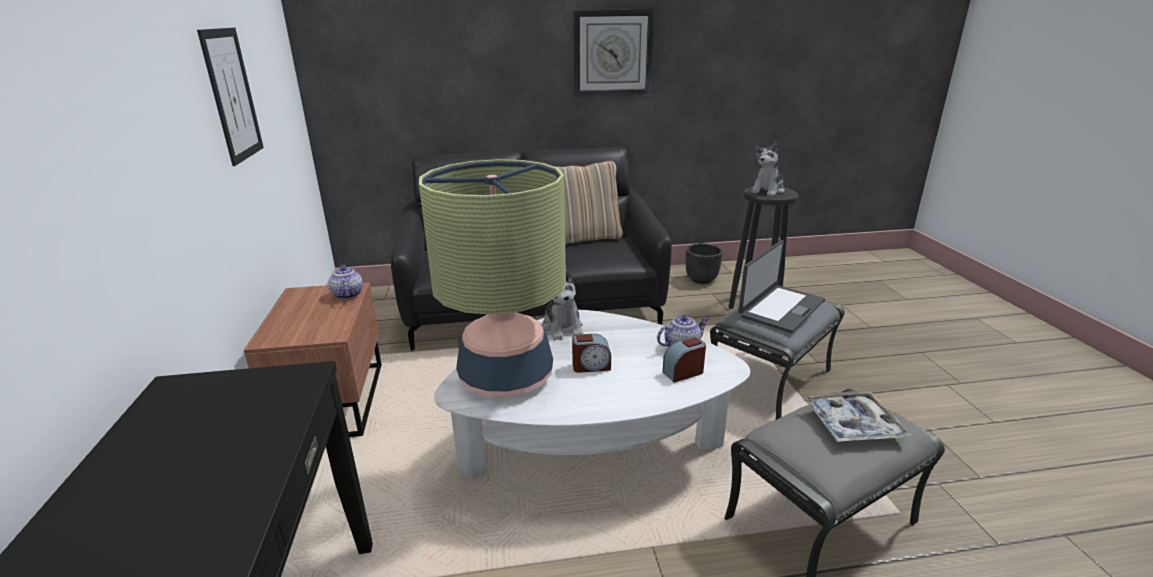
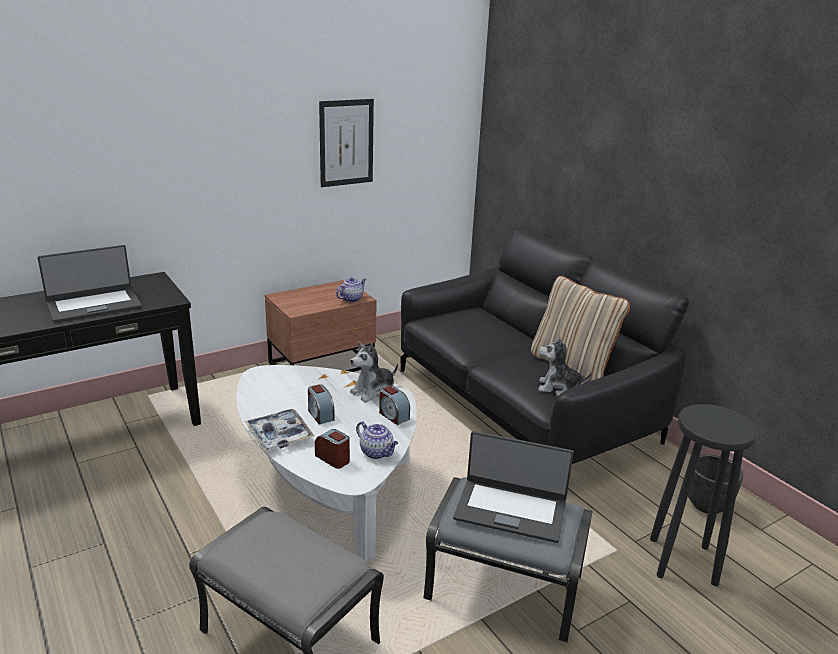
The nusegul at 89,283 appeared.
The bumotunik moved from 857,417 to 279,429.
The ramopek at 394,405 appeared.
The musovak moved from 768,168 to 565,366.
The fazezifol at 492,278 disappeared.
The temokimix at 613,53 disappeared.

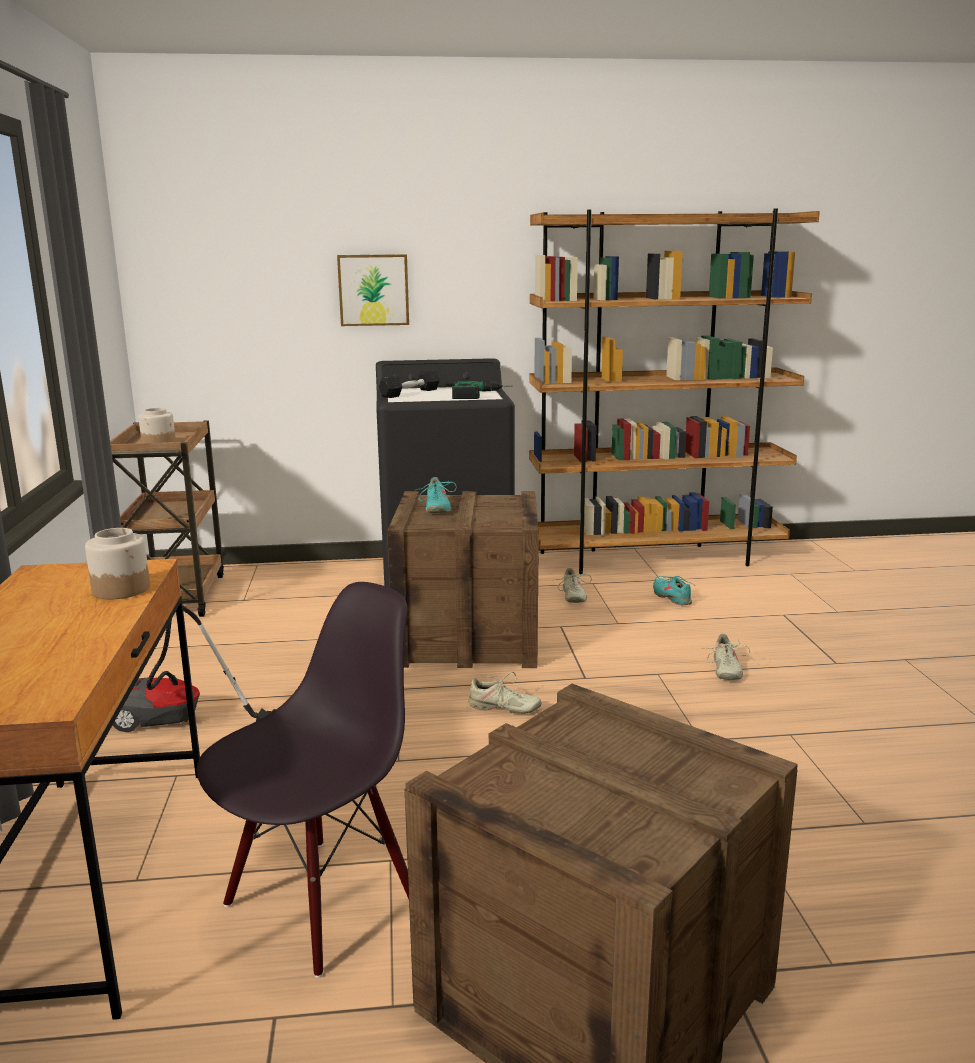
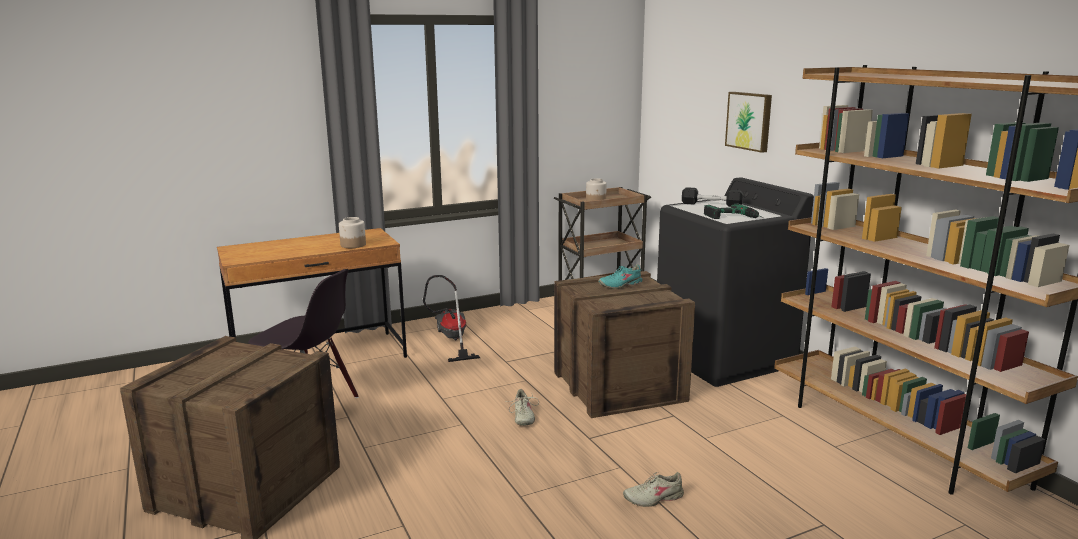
The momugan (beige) at 573,585 disappeared.
The momugan (turquoise) at 674,590 disappeared.

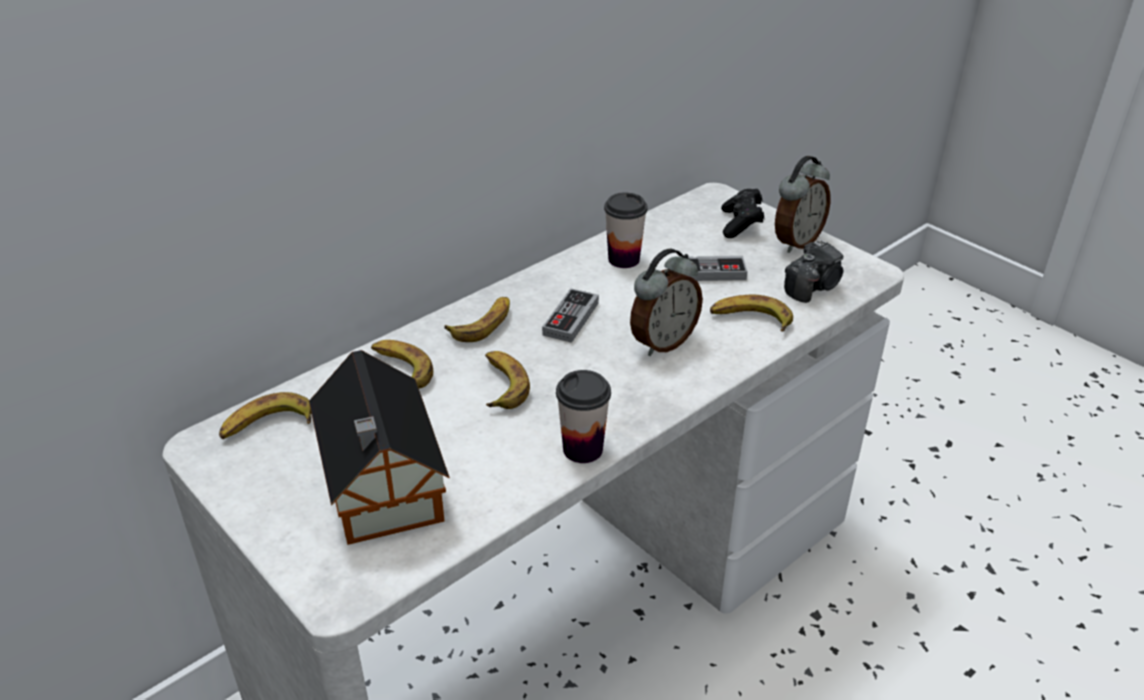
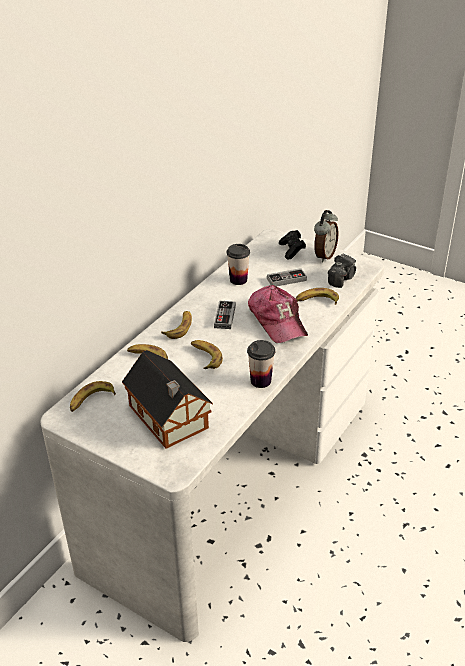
The ramopek at 666,302 was replaced by the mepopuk at 278,314.

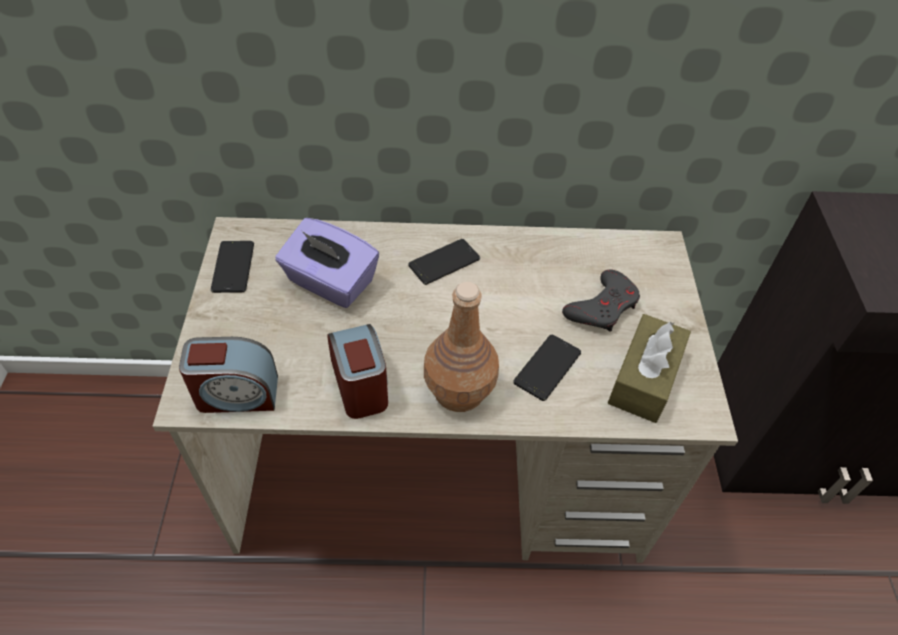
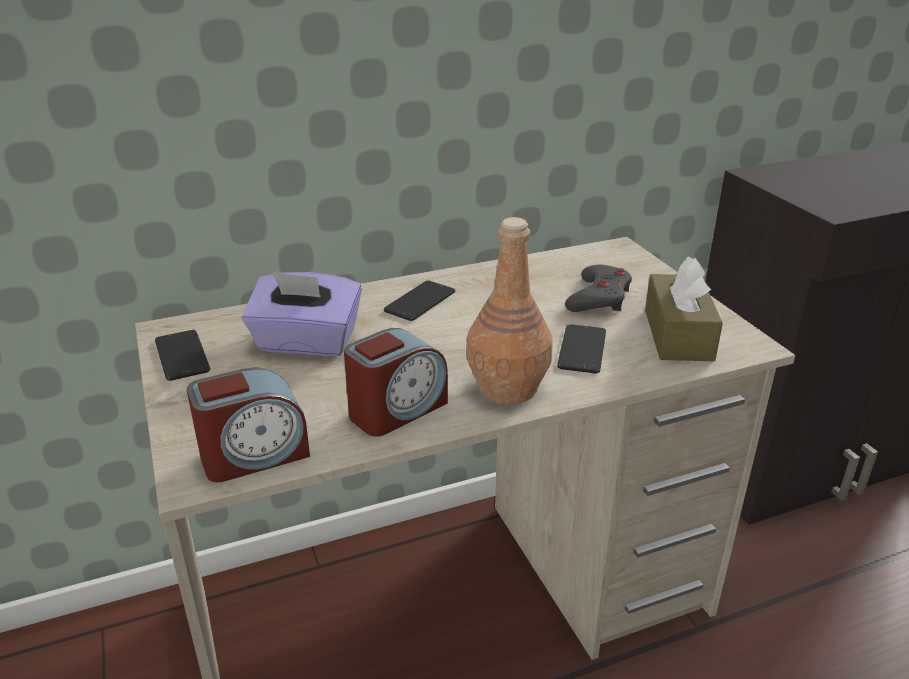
The ramopek at 357,371 turned 90 degrees clockwise.

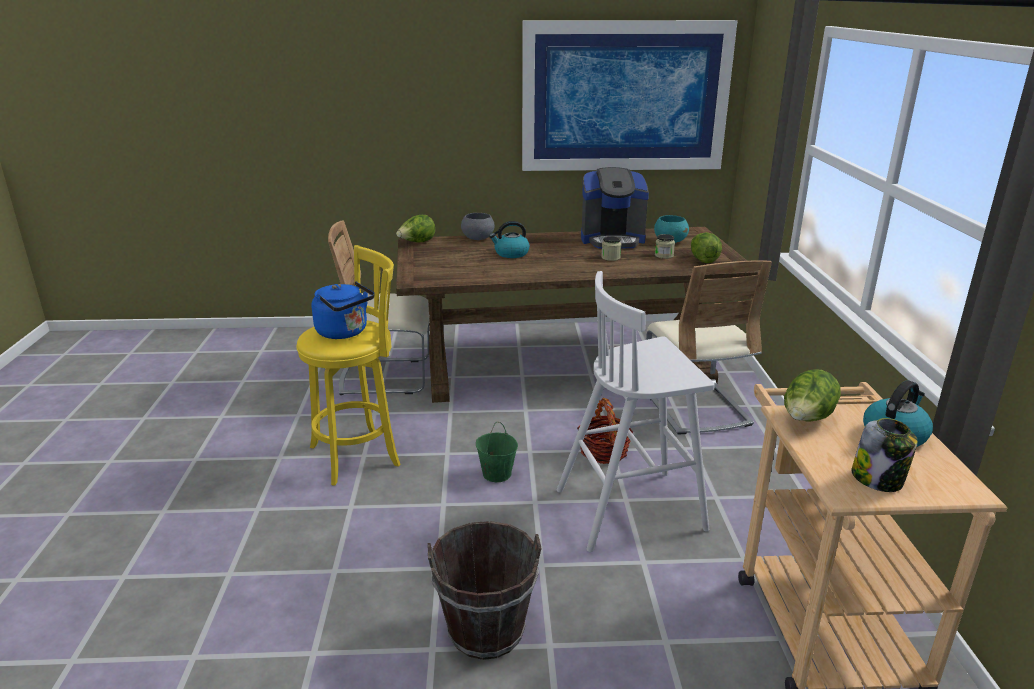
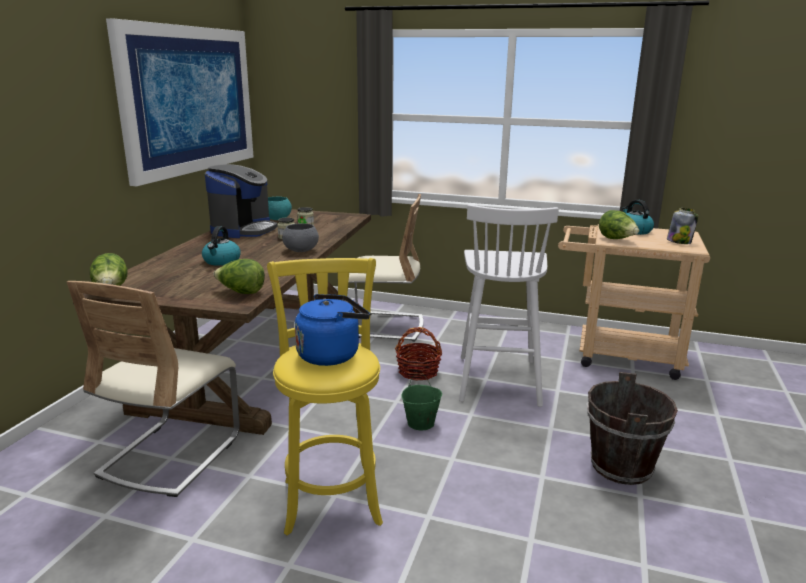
The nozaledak moved from 706,247 to 239,276.
The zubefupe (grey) moved from 478,226 to 300,237.

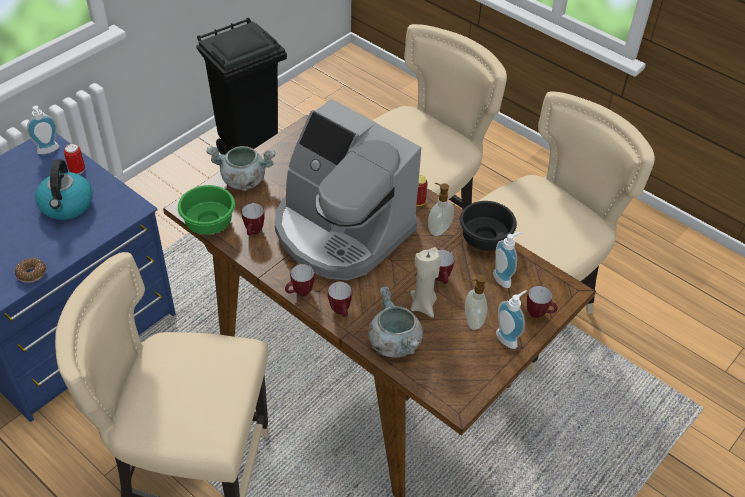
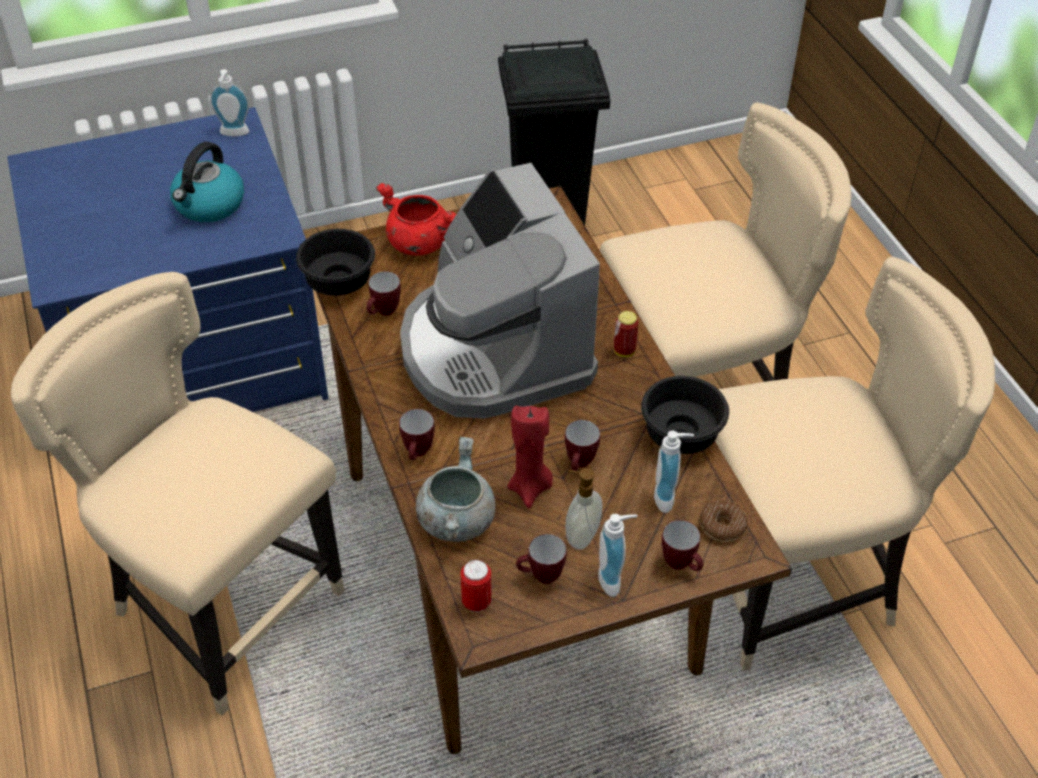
The zubefupe (green) at 206,210 became the zubefupe (black) at 335,262.
The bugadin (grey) at 240,168 became the bugadin (red) at 416,219.
The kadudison moved from 74,159 to 476,586.
The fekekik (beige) at 425,282 became the fekekik (red) at 530,457.
The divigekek moved from 300,280 to 541,559.
The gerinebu moved from 30,270 to 723,521.
The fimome at 441,209 disappeared.

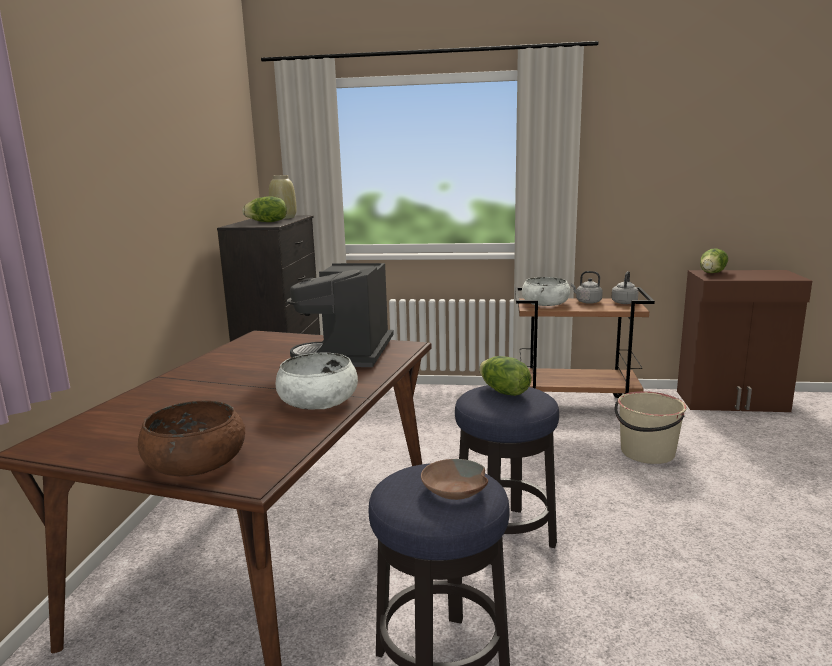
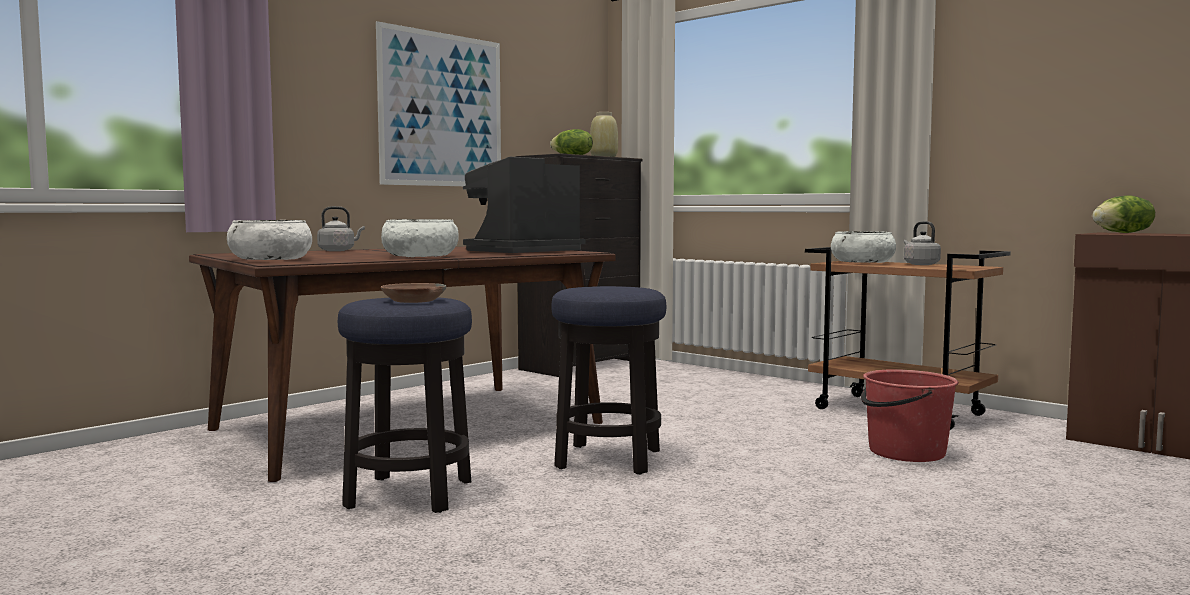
The zubefupe (brown) at 191,438 became the zubefupe (white) at 269,240.
The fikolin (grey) moved from 625,287 to 341,228.
The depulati at 438,103 appeared.
The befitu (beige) at 651,427 became the befitu (red) at 910,415.
The nozaledak at 505,376 disappeared.

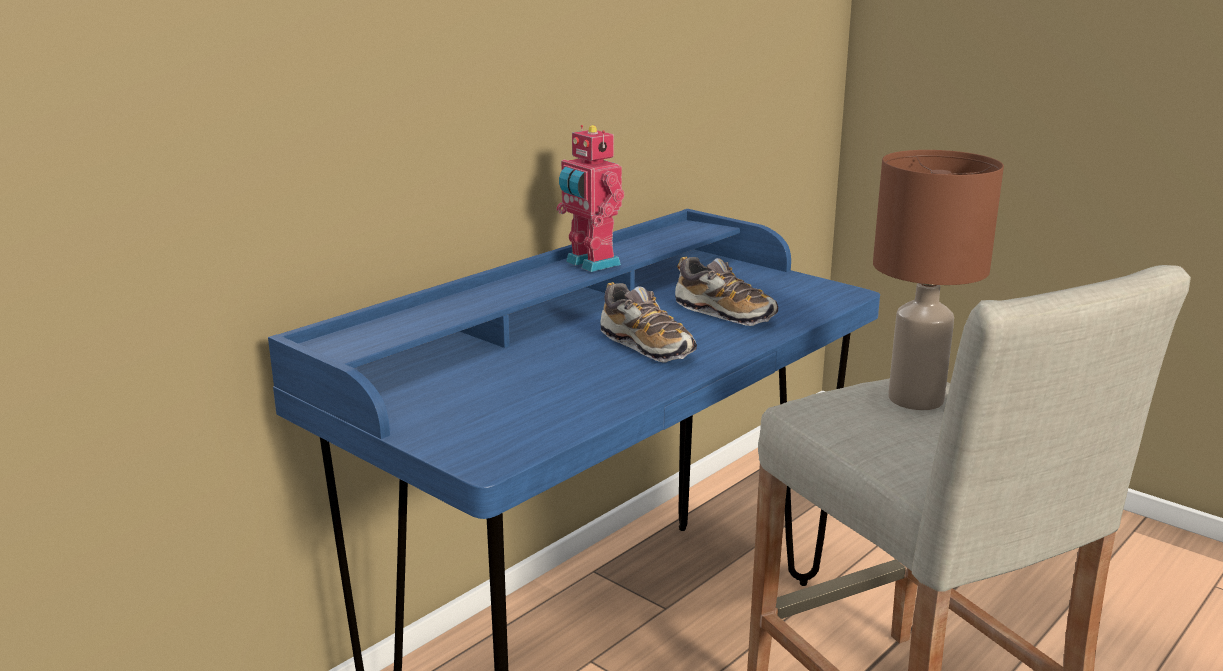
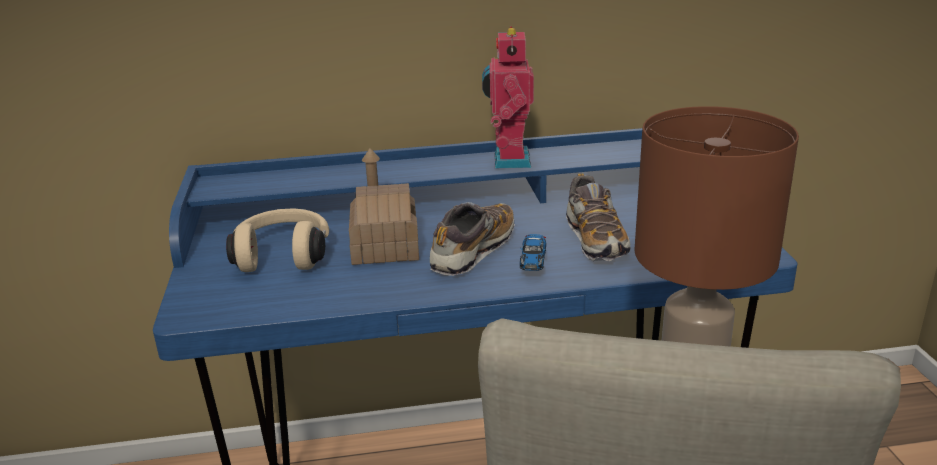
The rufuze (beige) at 277,240 appeared.
The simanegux at 384,206 appeared.
The momugan at 648,322 turned 150 degrees counterclockwise.
The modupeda at 533,252 appeared.

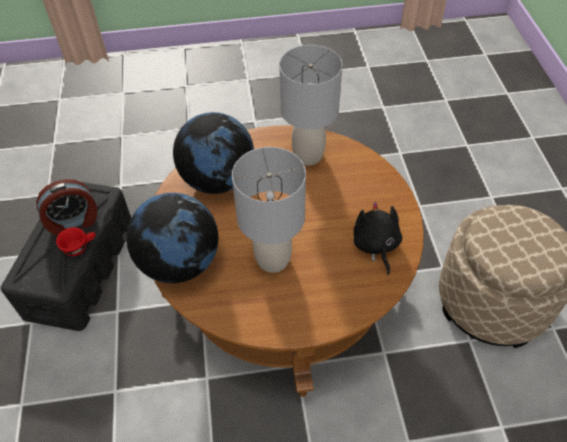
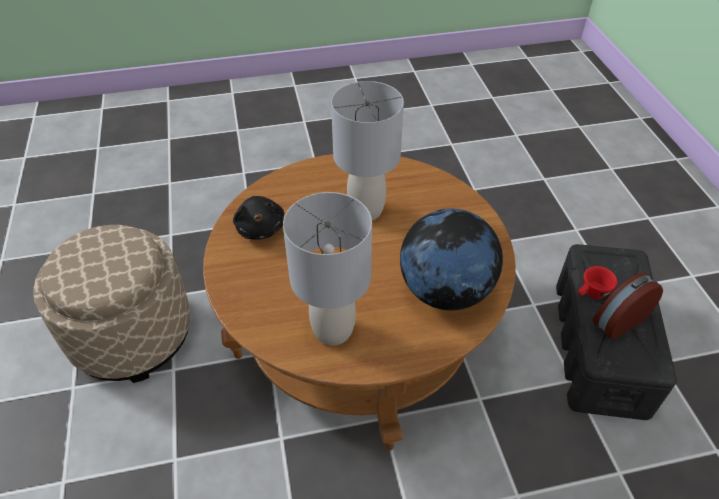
The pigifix at 172,238 disappeared.

